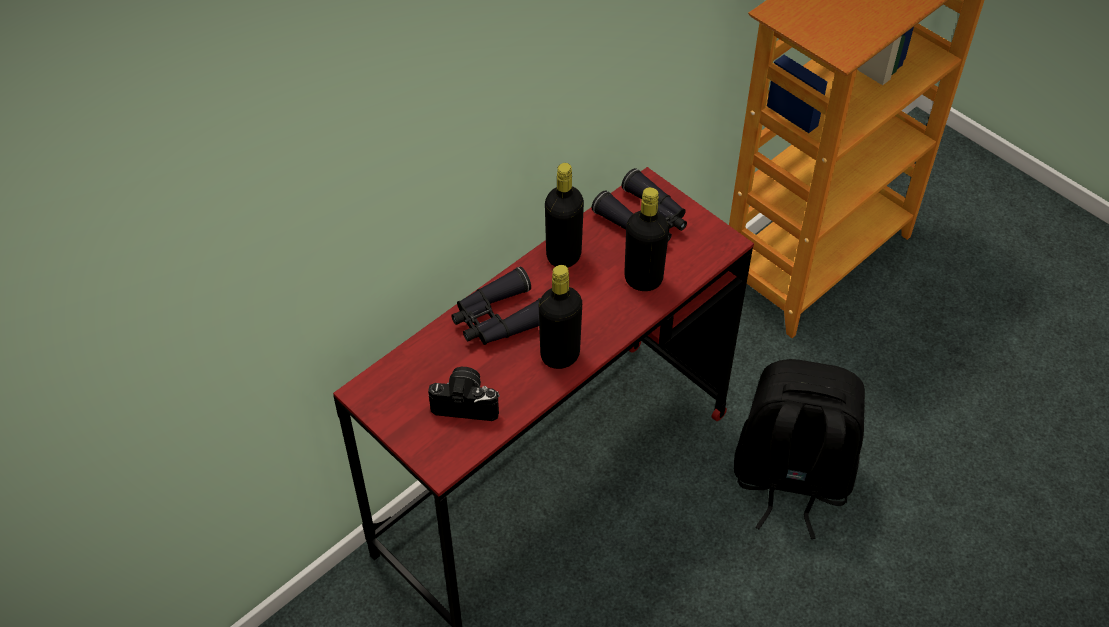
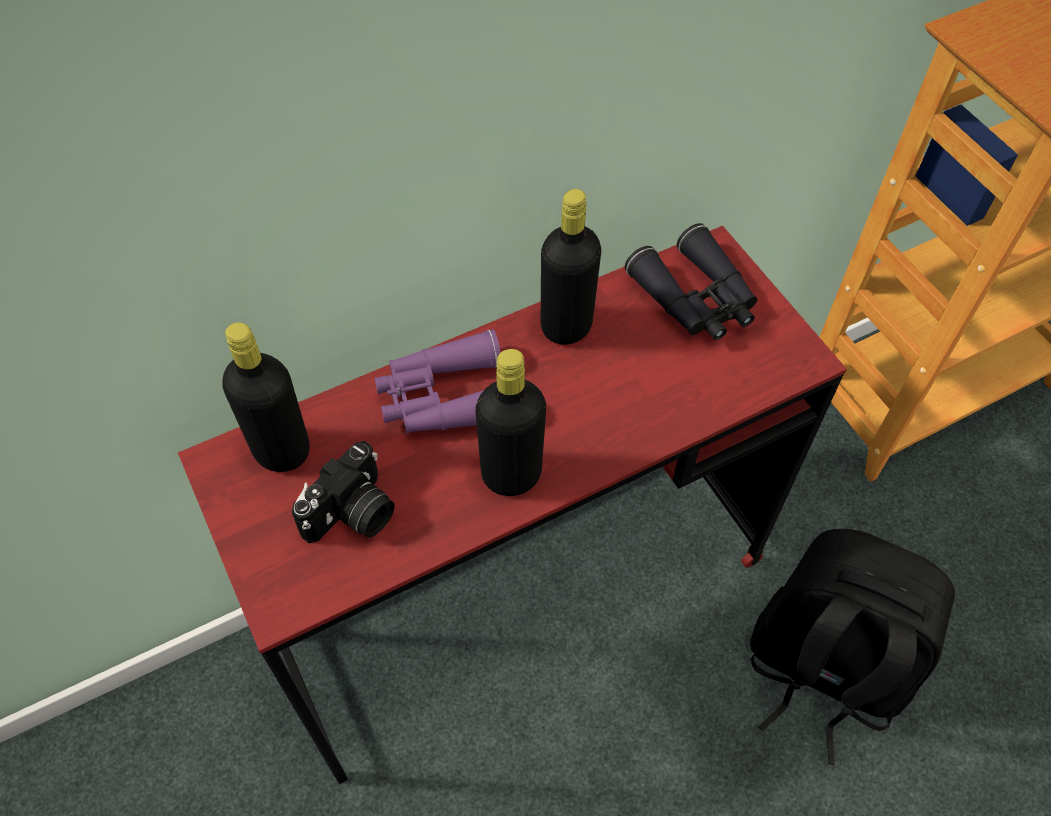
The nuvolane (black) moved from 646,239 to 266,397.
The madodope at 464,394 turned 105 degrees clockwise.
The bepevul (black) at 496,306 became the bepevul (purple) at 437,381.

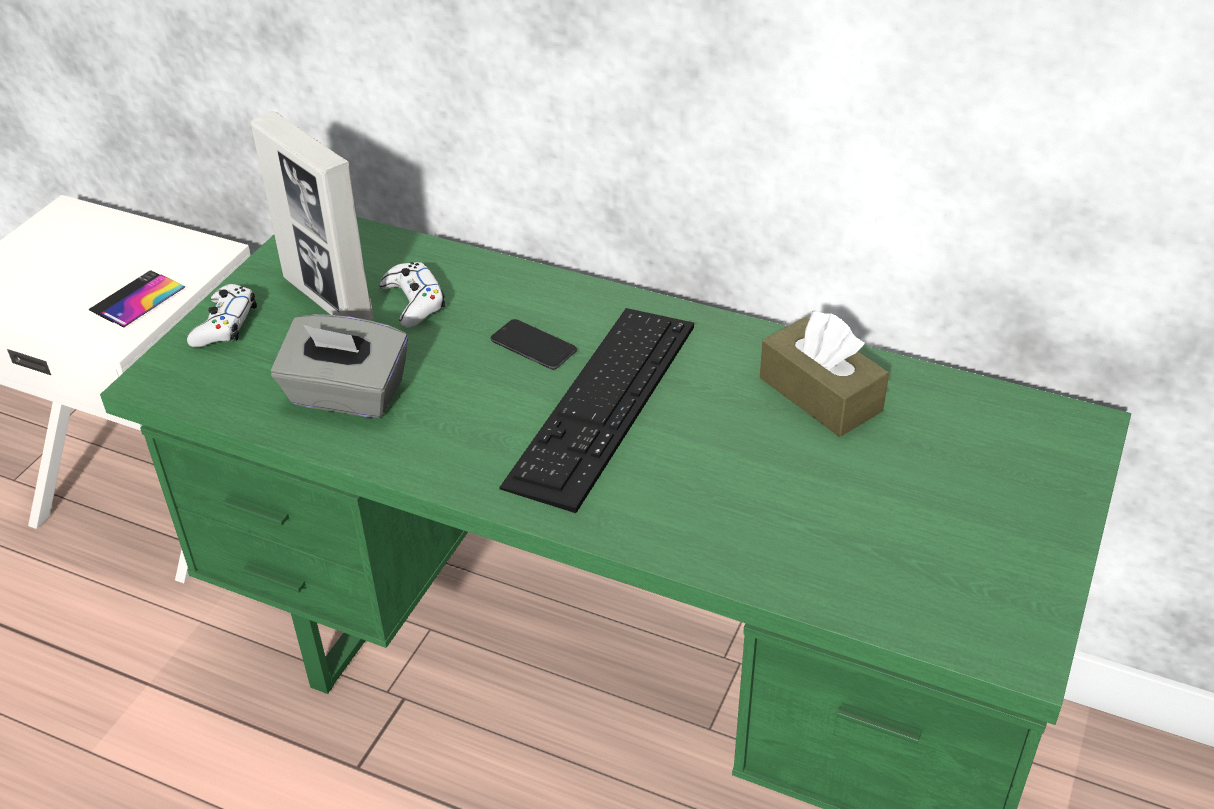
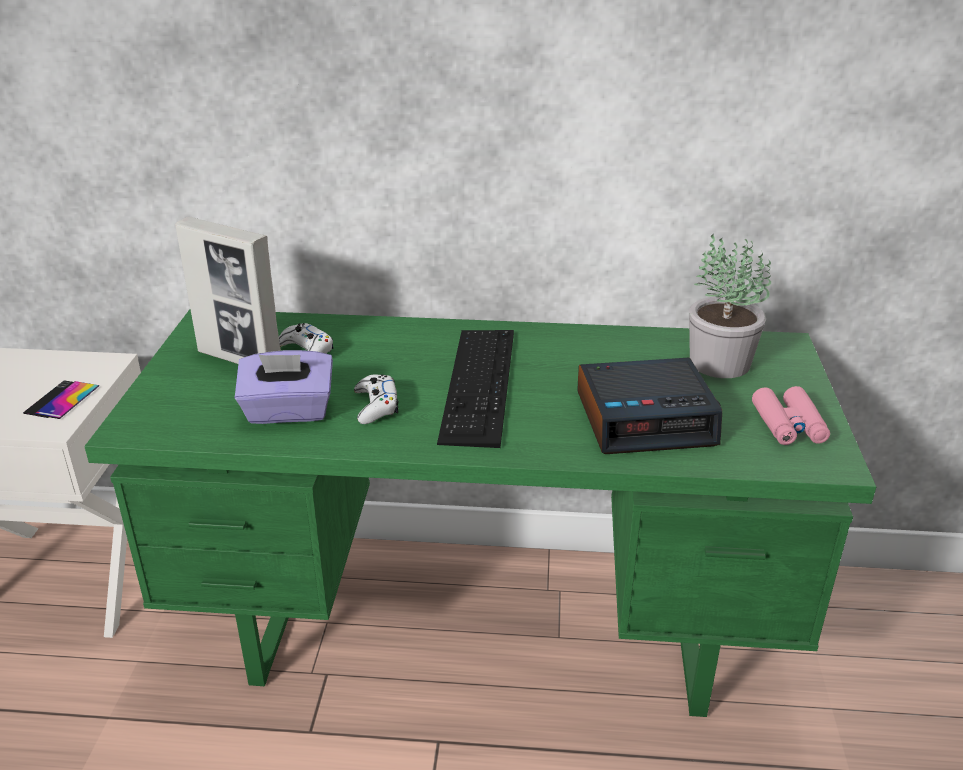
The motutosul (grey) at 339,366 became the motutosul (purple) at 284,387.
The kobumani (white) moved from 222,315 to 376,399.
The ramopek at 649,406 appeared.
The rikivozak at 730,305 appeared.
The bepevul (pink) at 791,415 appeared.
The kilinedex at 534,344 disappeared.
The motutosul (brown) at 824,374 disappeared.

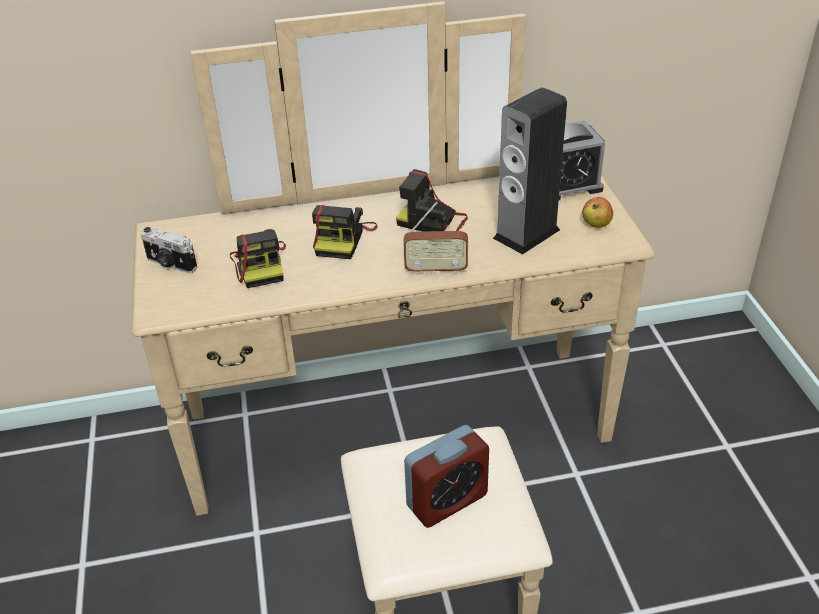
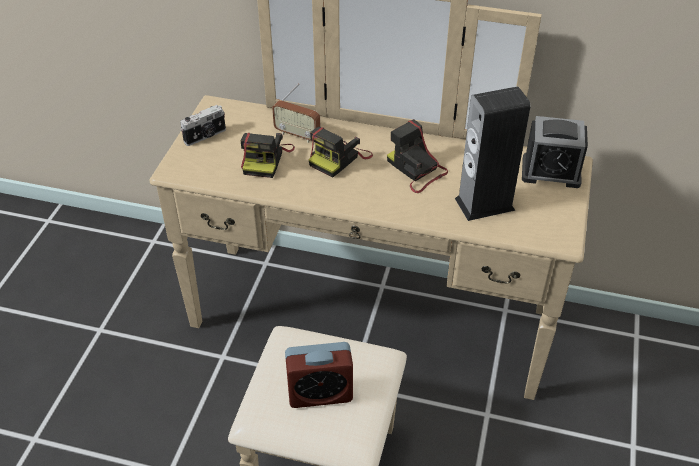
The madodope at 169,250 turned 90 degrees counterclockwise.
The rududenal moved from 436,238 to 296,113.
The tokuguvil at 597,212 disappeared.

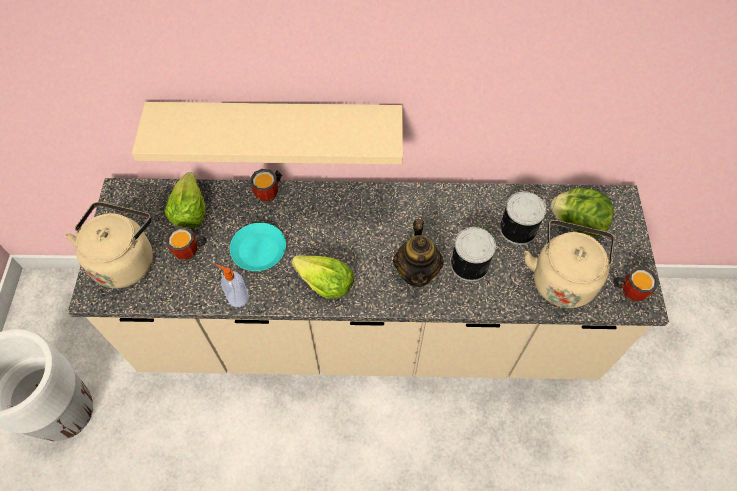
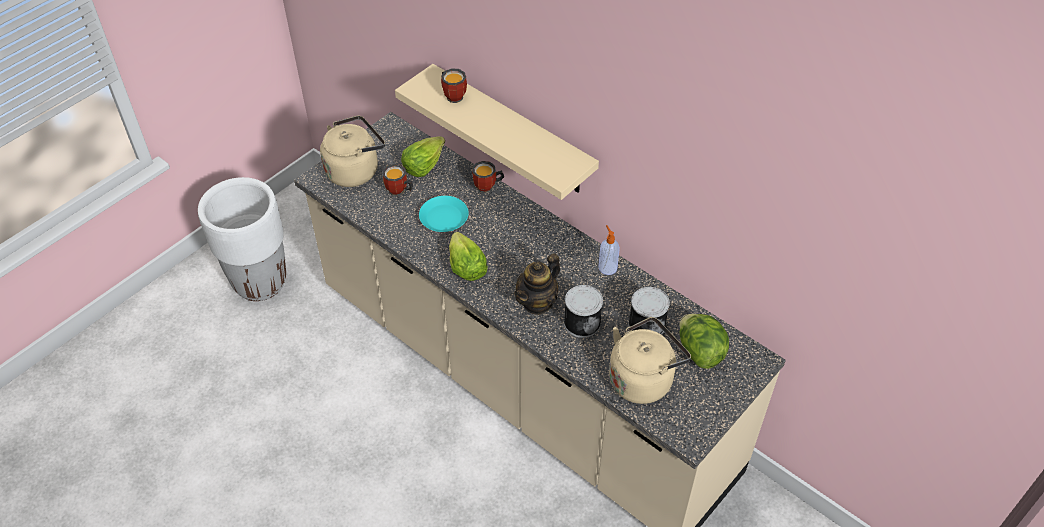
The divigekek moved from 635,284 to 454,85.
The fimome moved from 232,285 to 609,250.

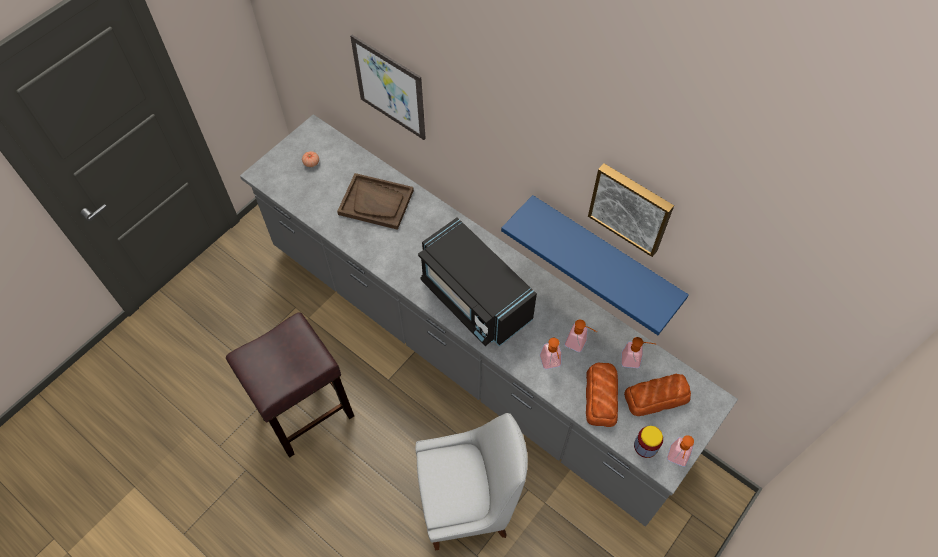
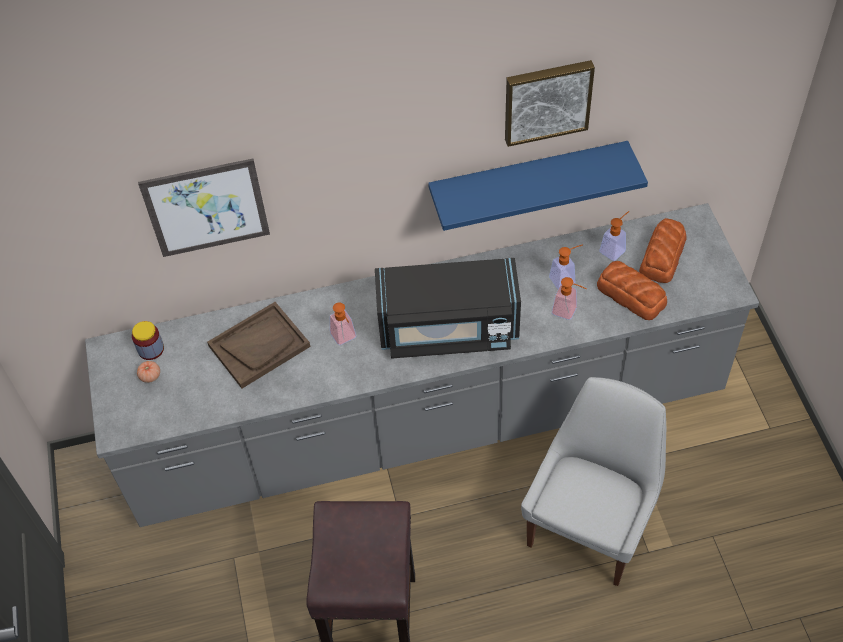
The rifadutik moved from 648,442 to 148,340.
The fimome moved from 680,451 to 343,324.

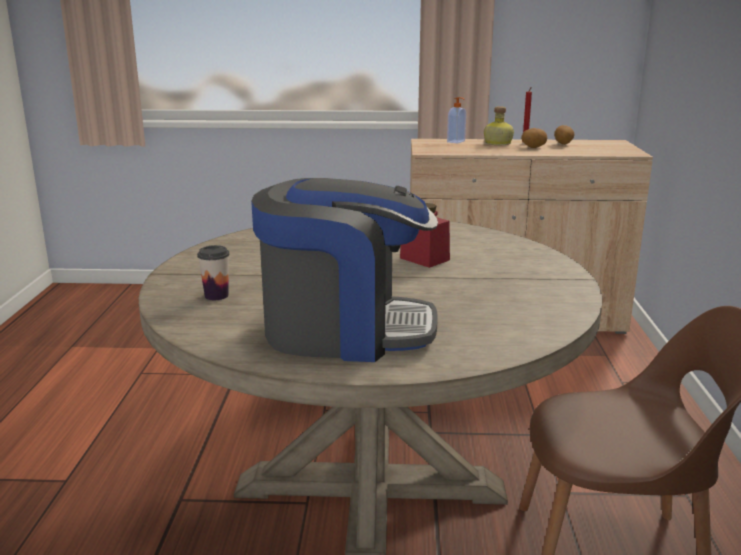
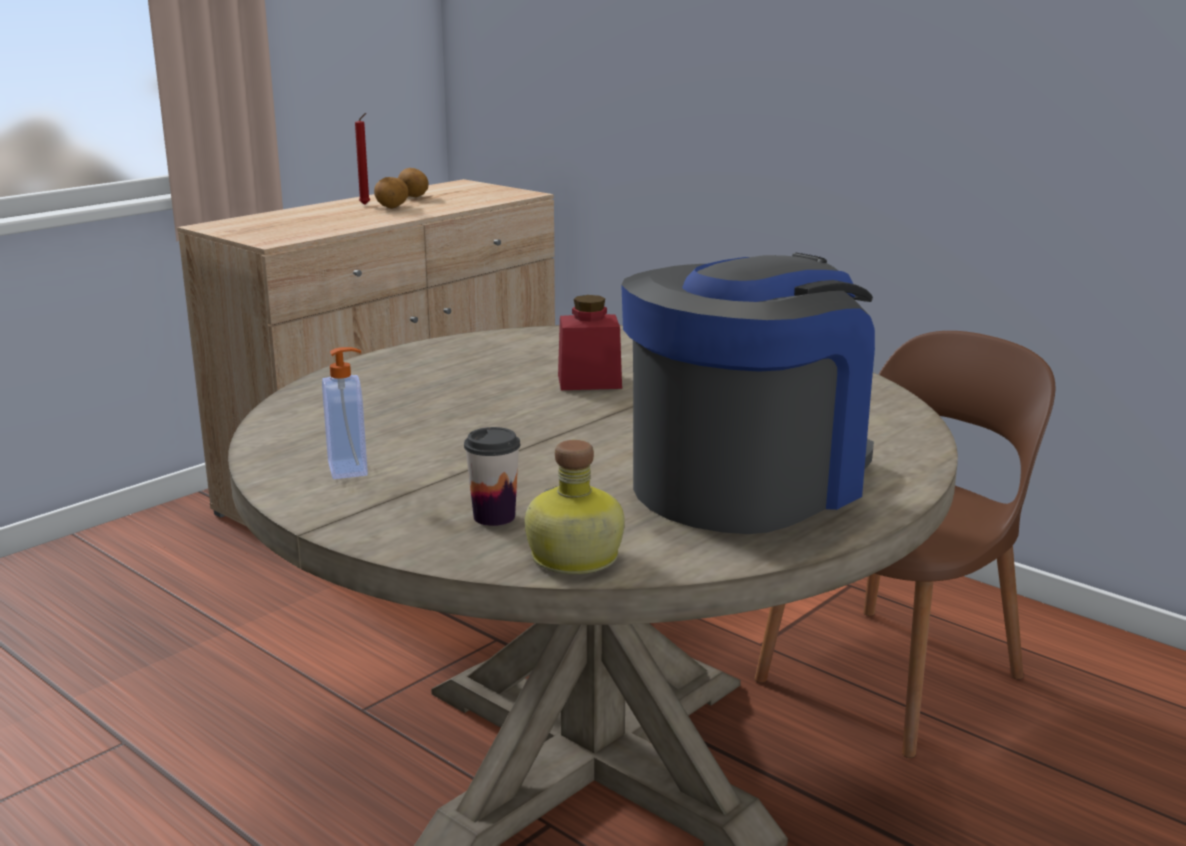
The fimome moved from 456,120 to 345,413.
The nuvolane moved from 499,125 to 575,507.

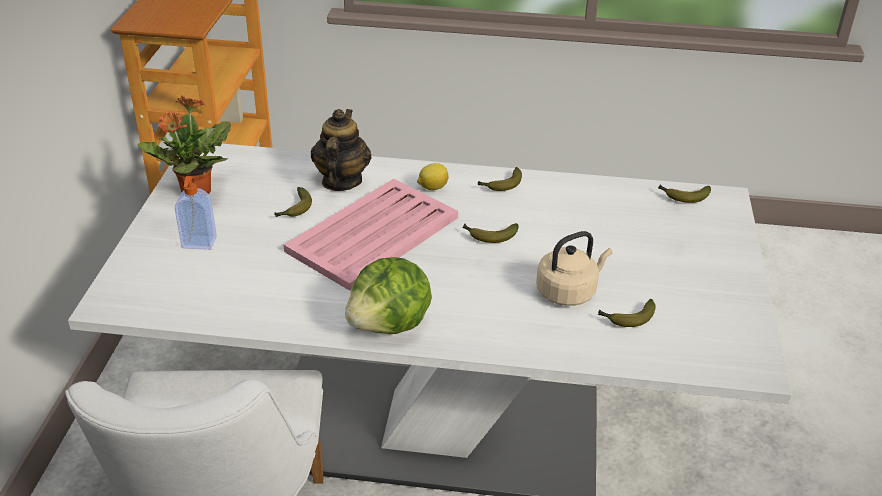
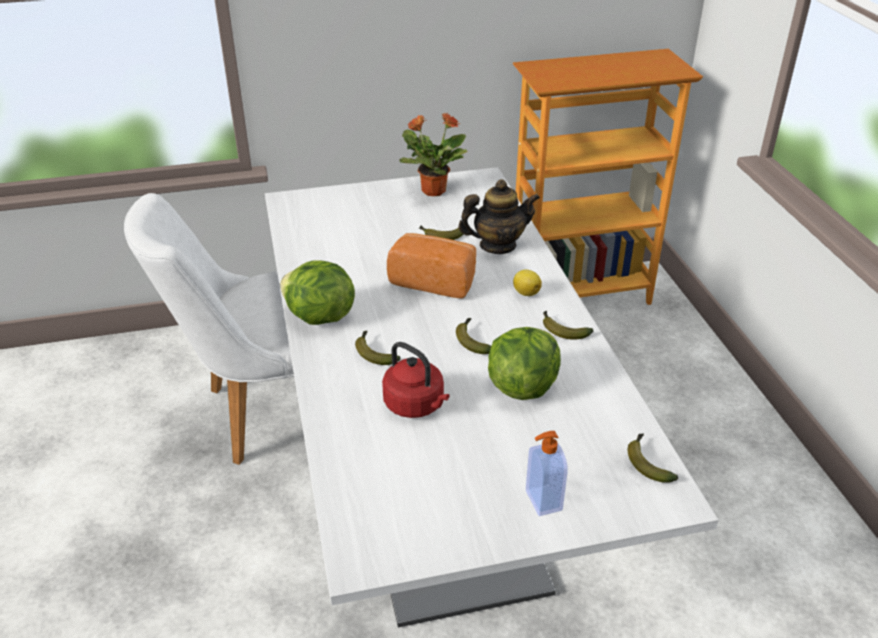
The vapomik moved from 627,313 to 378,348.
The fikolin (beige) at 574,268 became the fikolin (red) at 416,380.
The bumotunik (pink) at 371,235 was replaced by the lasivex at 431,266.
The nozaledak at 524,363 appeared.
The fimome moved from 196,213 to 547,473.

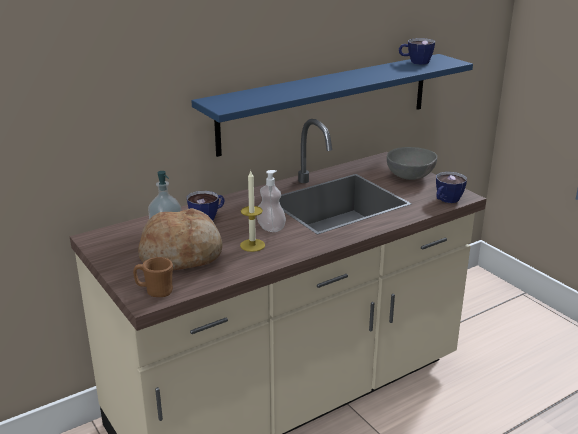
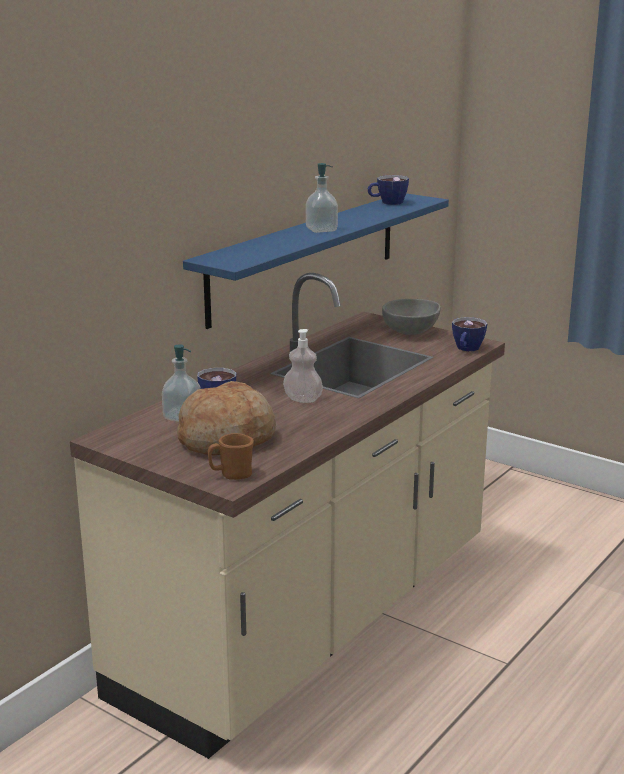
The fimome at 322,198 appeared.
The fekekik at 252,211 disappeared.

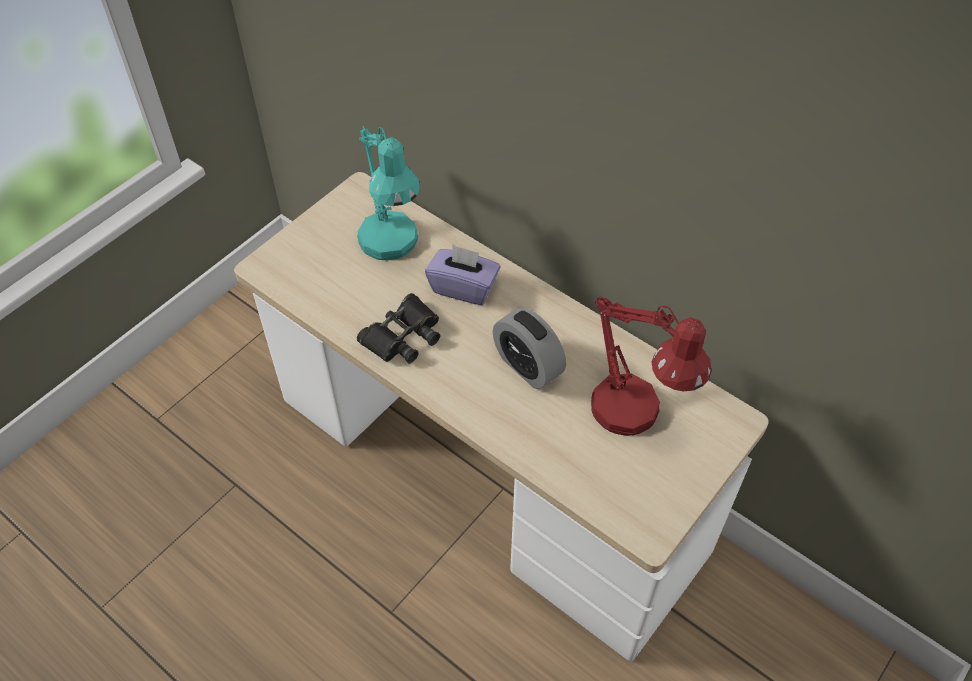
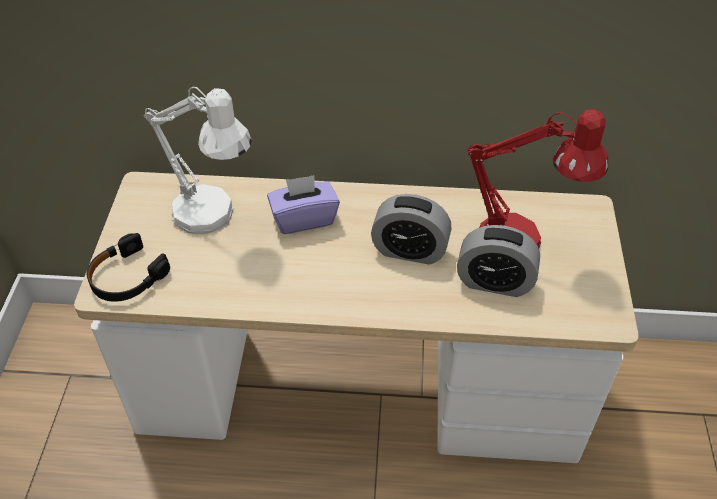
The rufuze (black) at 128,267 appeared.
The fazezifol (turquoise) at 388,193 became the fazezifol (white) at 198,160.
The ramopek at 498,261 appeared.
The bepevul (black) at 398,328 disappeared.

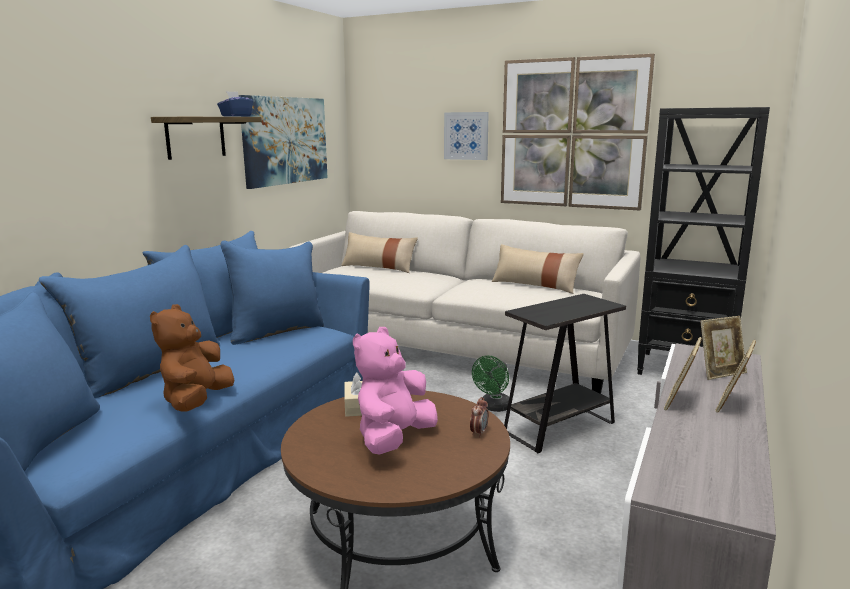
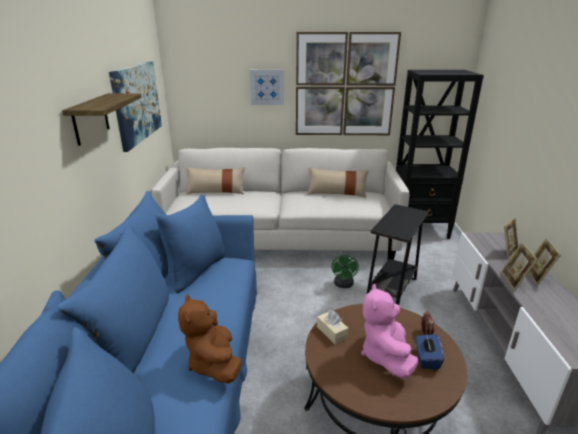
The motutosul (blue) moved from 235,104 to 430,352.

